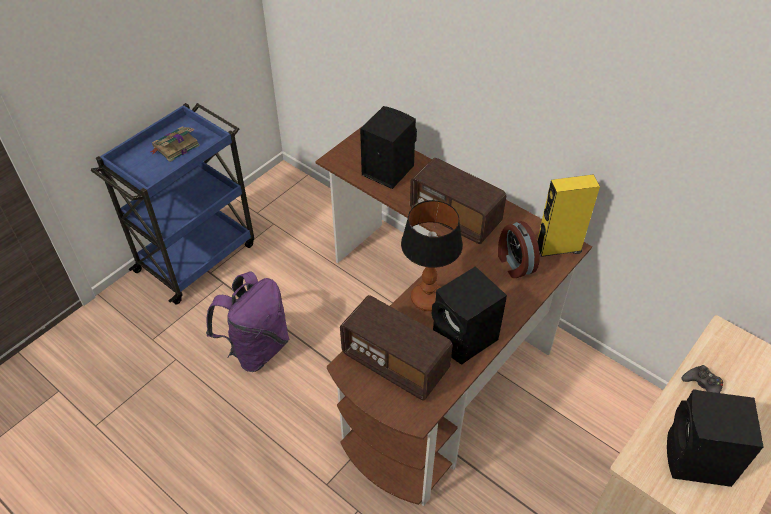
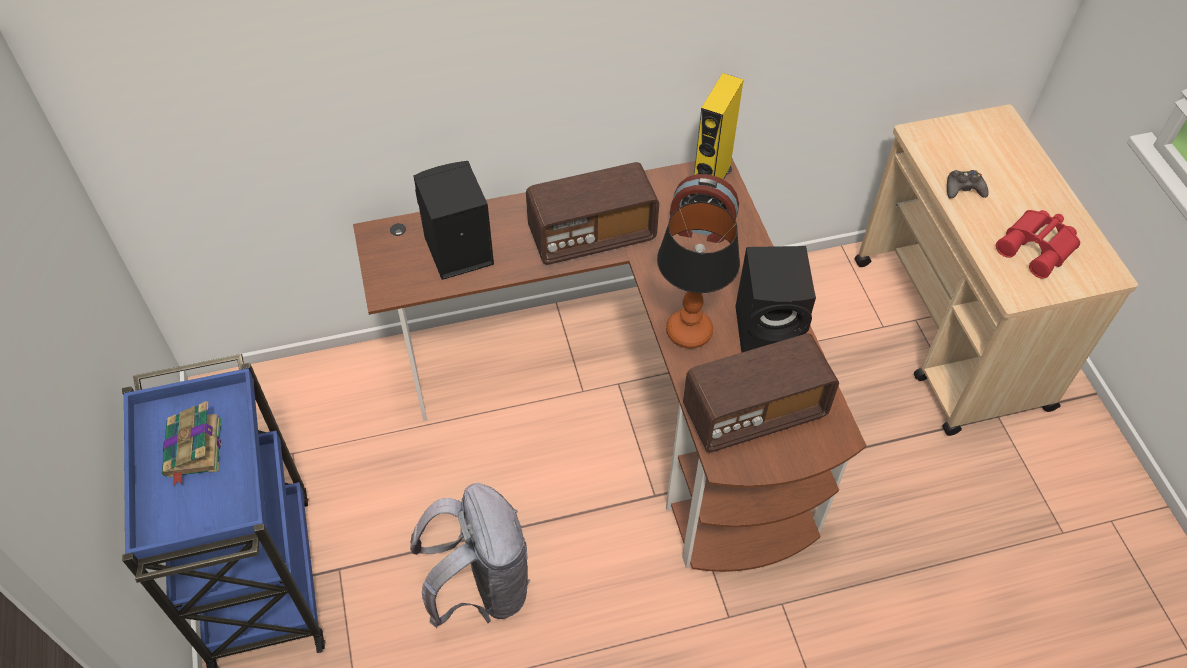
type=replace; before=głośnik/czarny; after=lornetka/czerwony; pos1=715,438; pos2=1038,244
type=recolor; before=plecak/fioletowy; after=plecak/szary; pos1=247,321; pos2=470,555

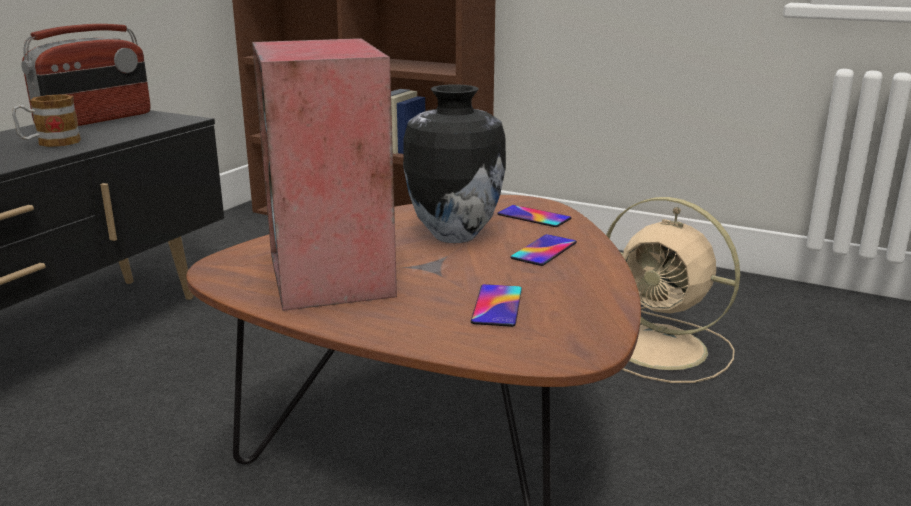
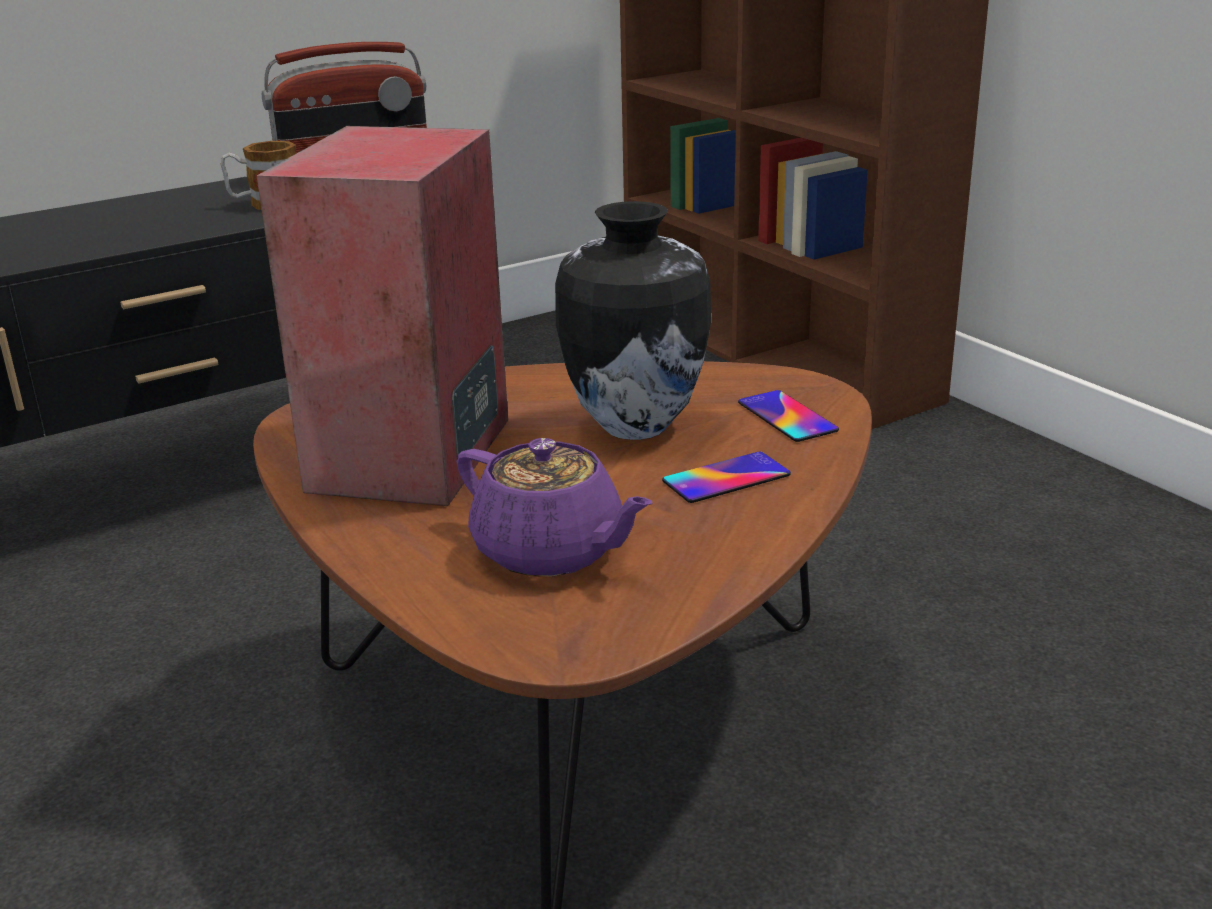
type=delete; before=wentylator/beżowy; pos1=673,290
type=replace; before=telefon; after=imbryk/fioletowy; pos1=496,305; pos2=554,507

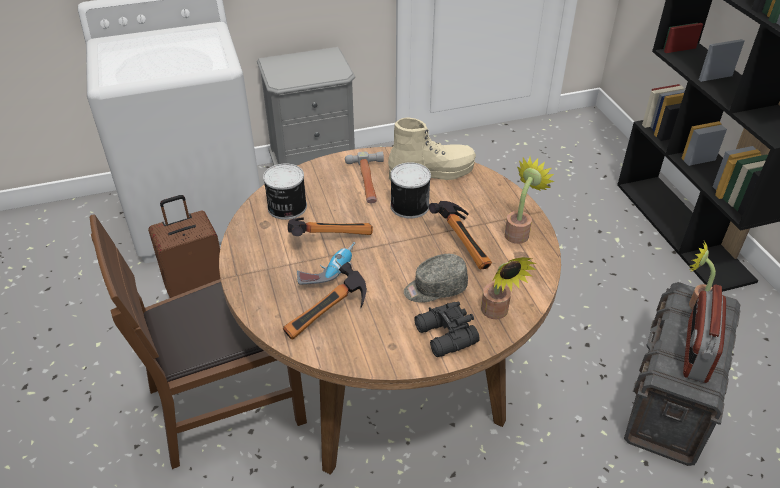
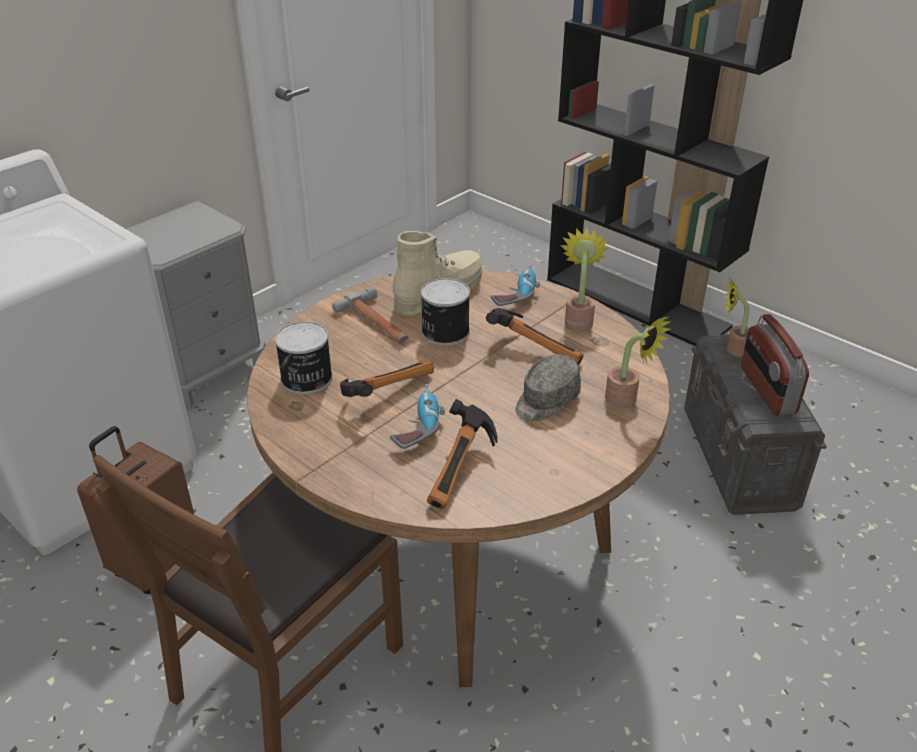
type=delete; before=lornetka/czarny; pos1=447,329
type=insert; after=wiertarka; pos2=515,285

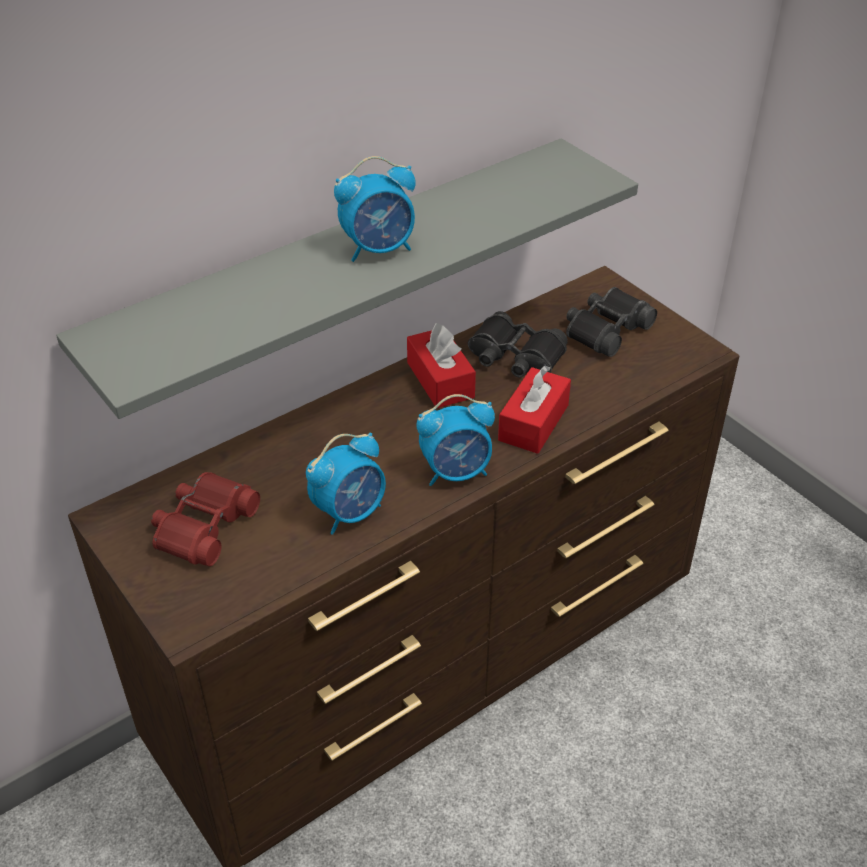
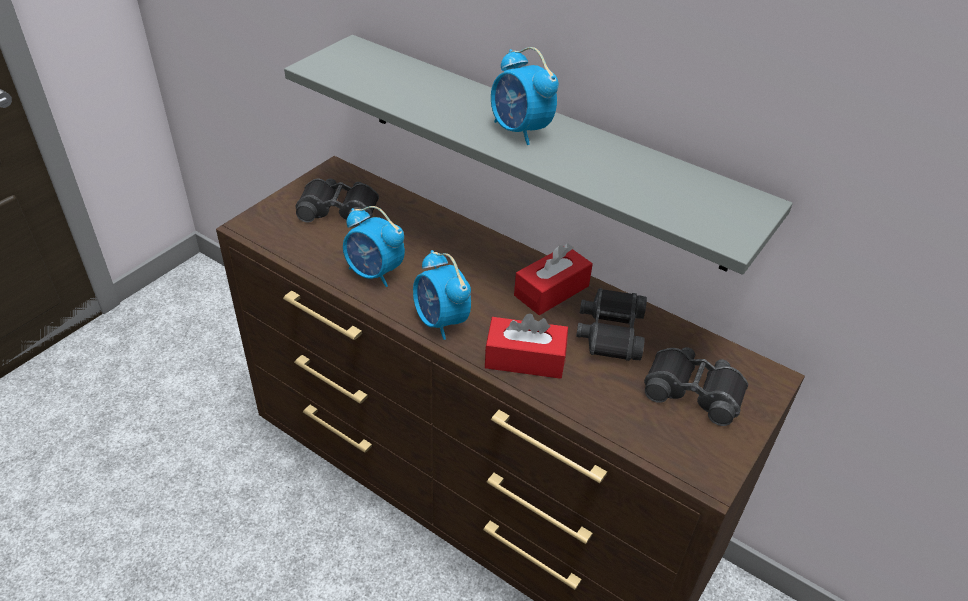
type=recolor; before=lornetka/czerwony; after=lornetka/czarny; pos1=205,519; pos2=337,203

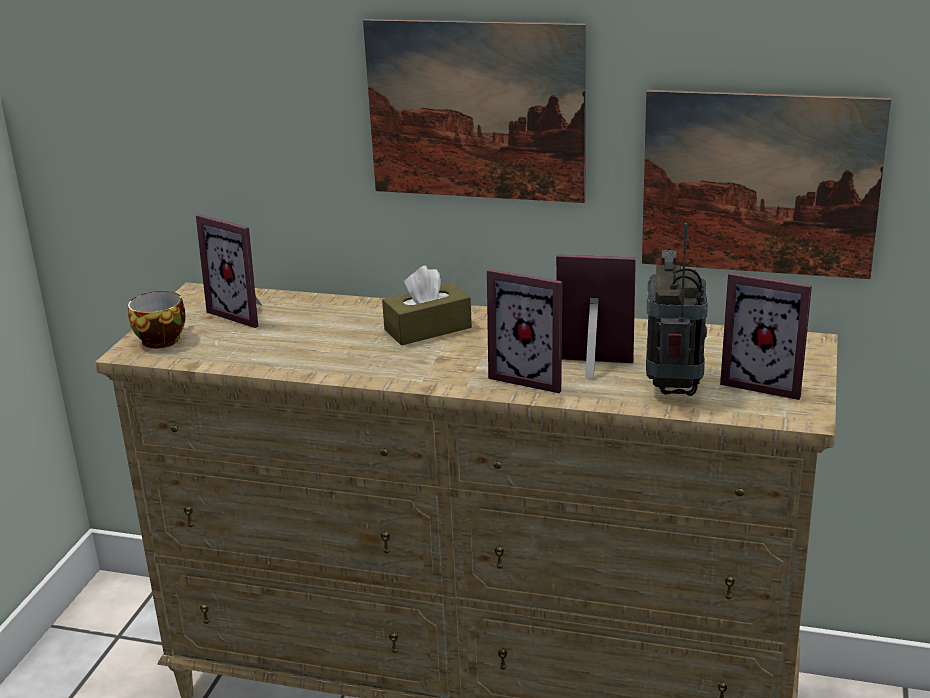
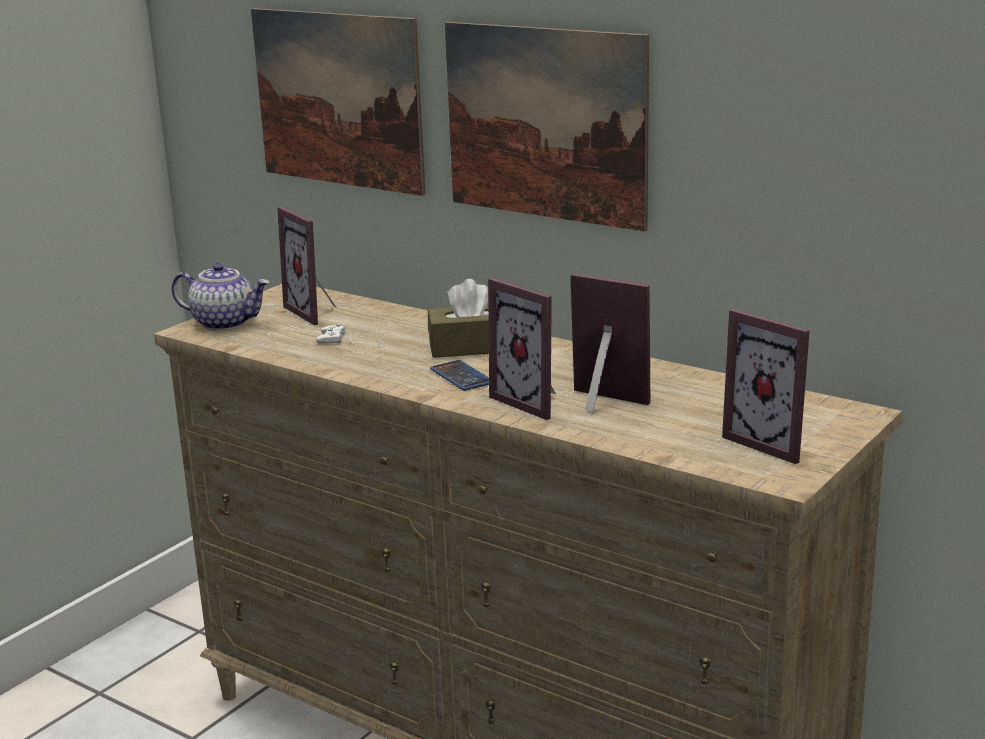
type=delete; before=radio; pos1=677,309
type=insert; after=pad do gier/biały; pos2=353,334
type=insert; after=telefon; pos2=459,375
type=move; before=obraz; pos1=766,184; pos2=338,102
type=replace; before=filiżanka; after=imbryk; pos1=157,319; pos2=221,297

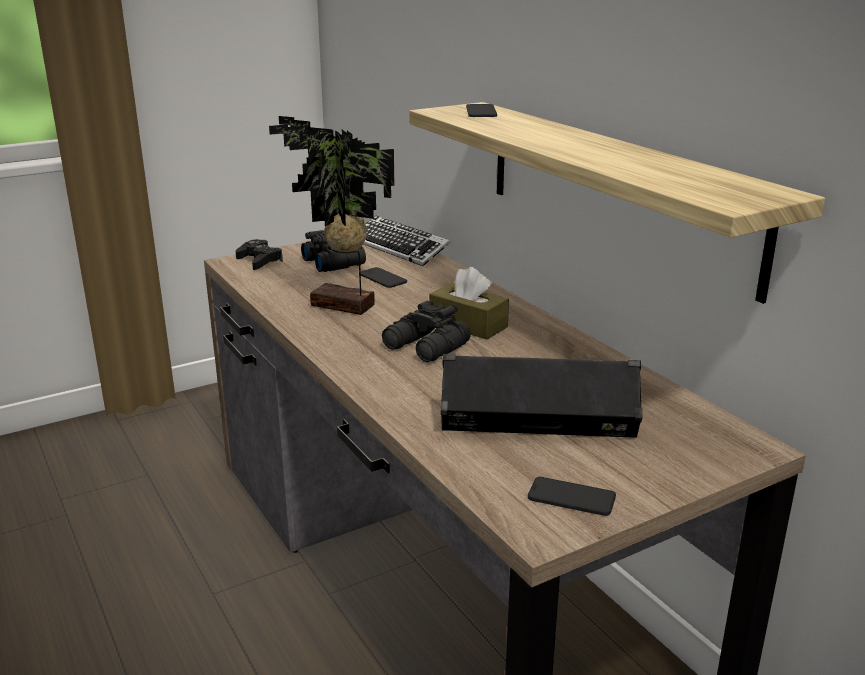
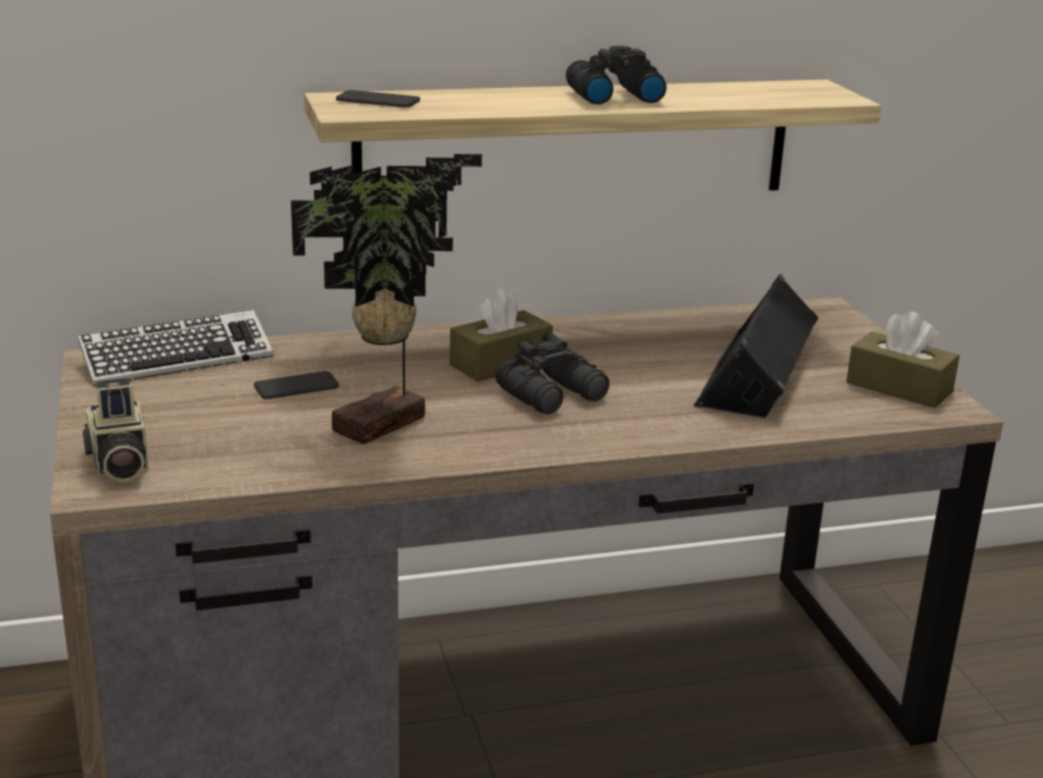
type=move; before=lornetka/czarny; pos1=333,251; pos2=616,75
type=replace; before=pad do gier/czarny; after=aparat fotograficzny; pos1=259,254; pos2=115,430
type=replace; before=telefon; after=pudełko chusteczek/brązowy; pos1=572,496; pos2=903,360

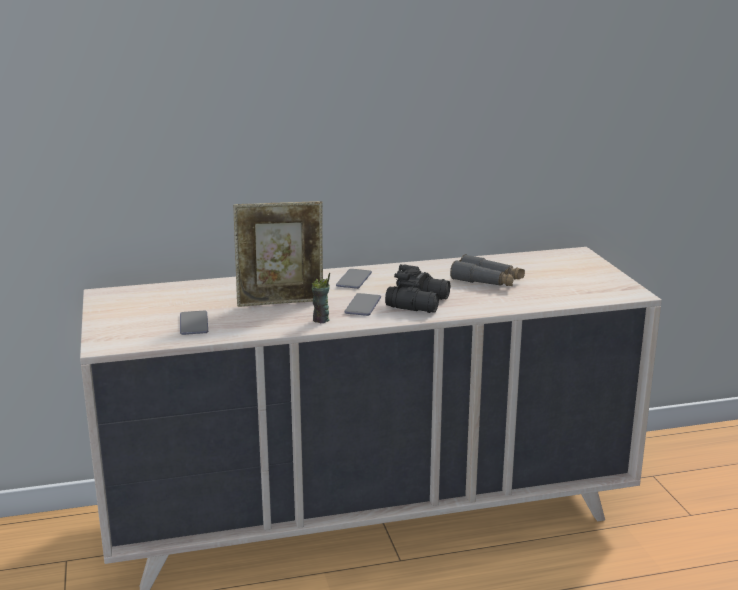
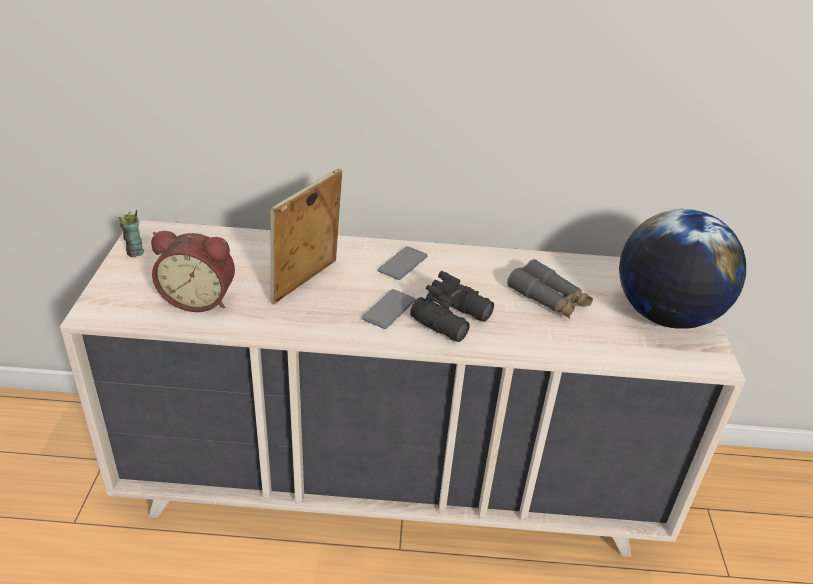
type=insert; after=globus; pos2=682,268
type=move; before=filiżanka; pos1=321,298; pos2=131,233
type=replace; before=telefon; after=budzik; pos1=194,323; pos2=193,271
type=rotate; before=ramka na zdjęcie; pos1=278,254; pos2=306,236; turn=120

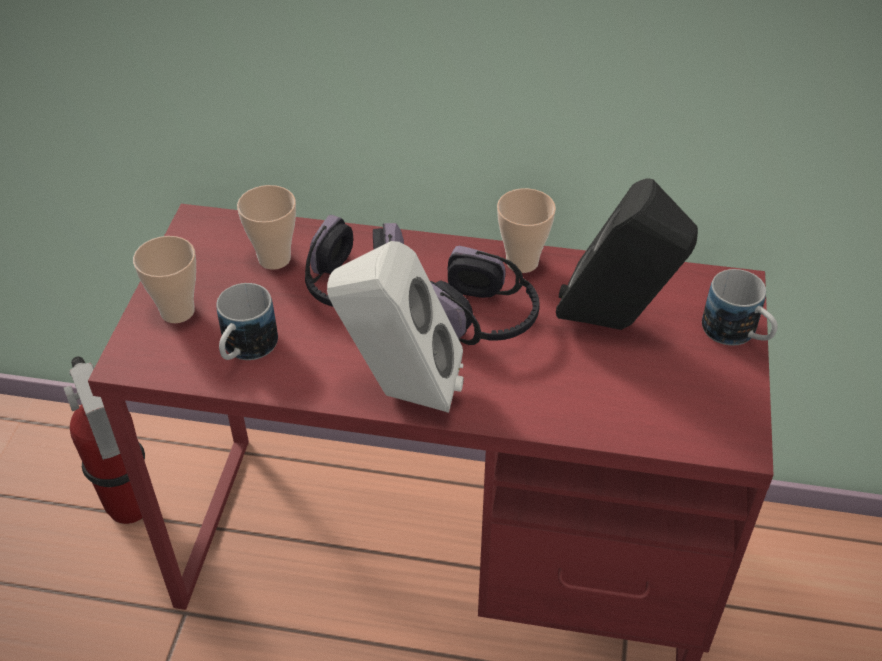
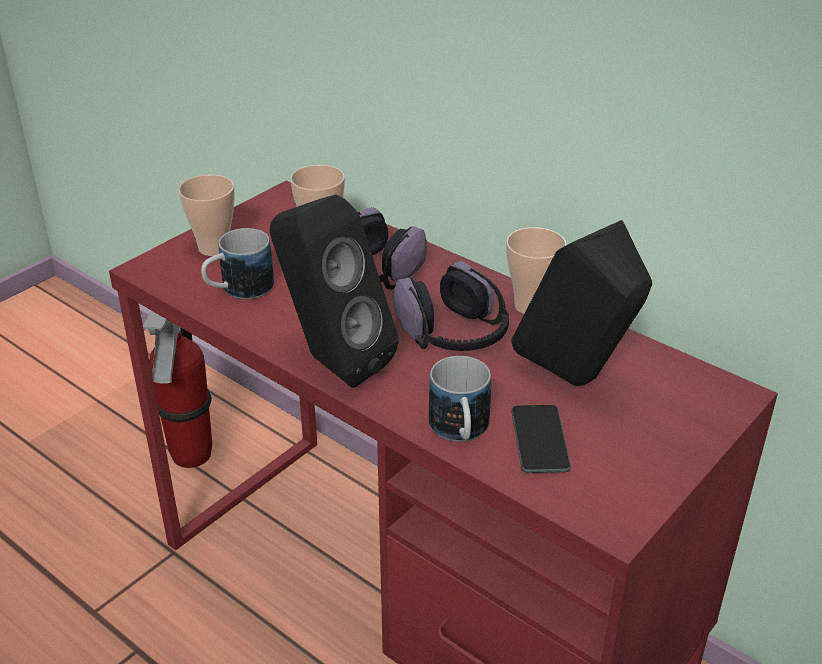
type=insert; after=telefon; pos2=541,439
type=move; before=kubek; pos1=740,307; pos2=460,399
type=recolor; before=głośnik/biały; after=głośnik/czarny; pos1=395,327; pos2=334,291

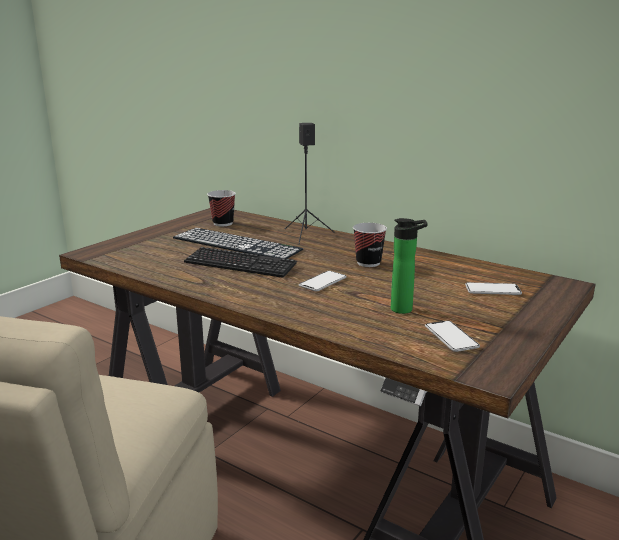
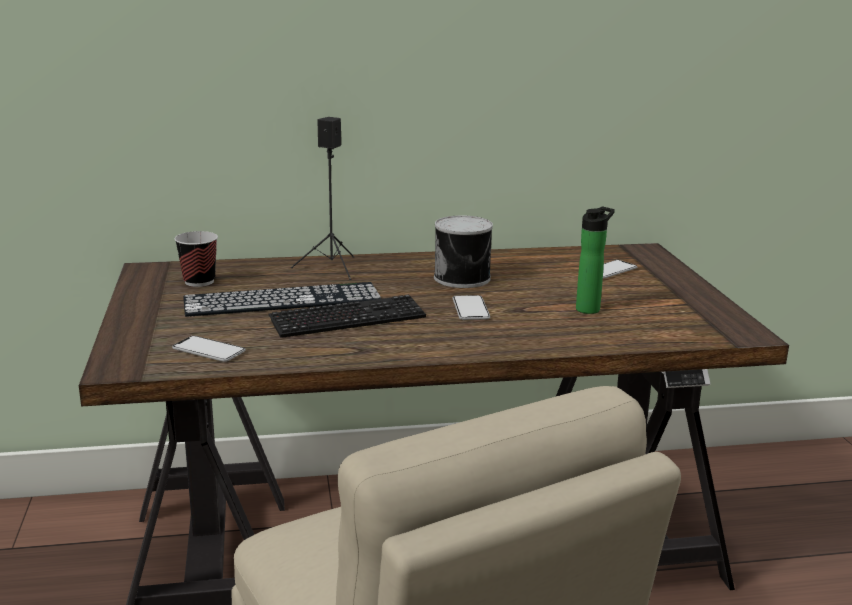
type=move; before=telefon; pos1=452,336; pos2=209,349
type=replace; before=filiżanka; after=puszka; pos1=370,245; pos2=463,252

